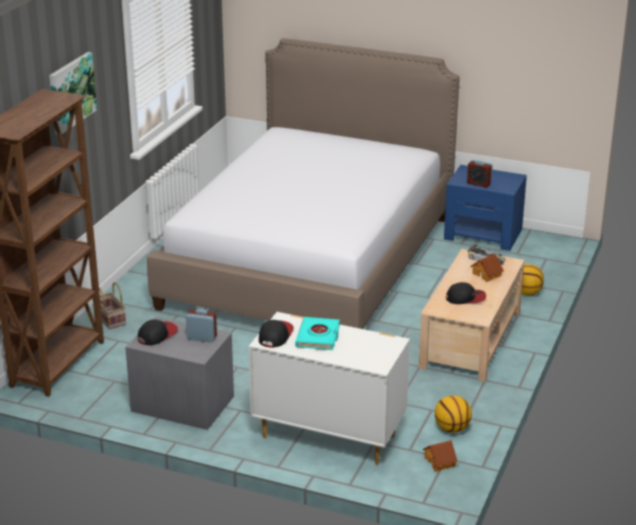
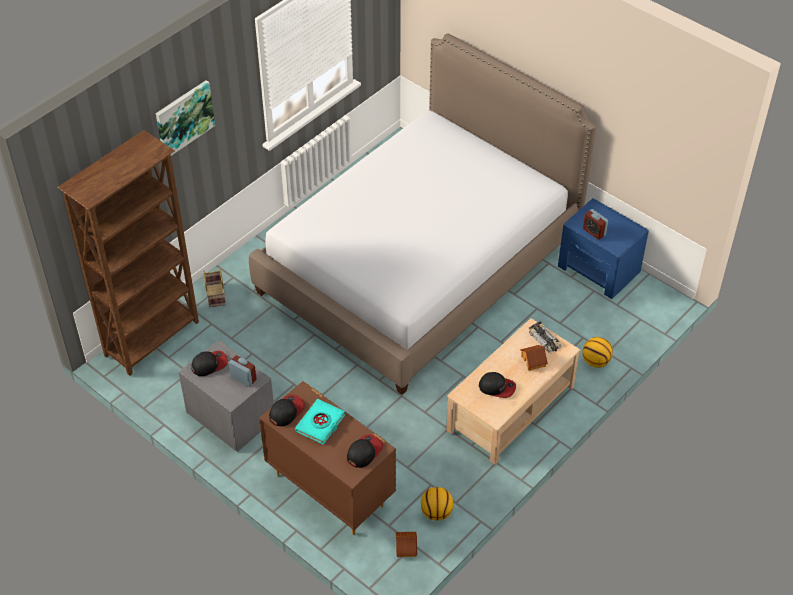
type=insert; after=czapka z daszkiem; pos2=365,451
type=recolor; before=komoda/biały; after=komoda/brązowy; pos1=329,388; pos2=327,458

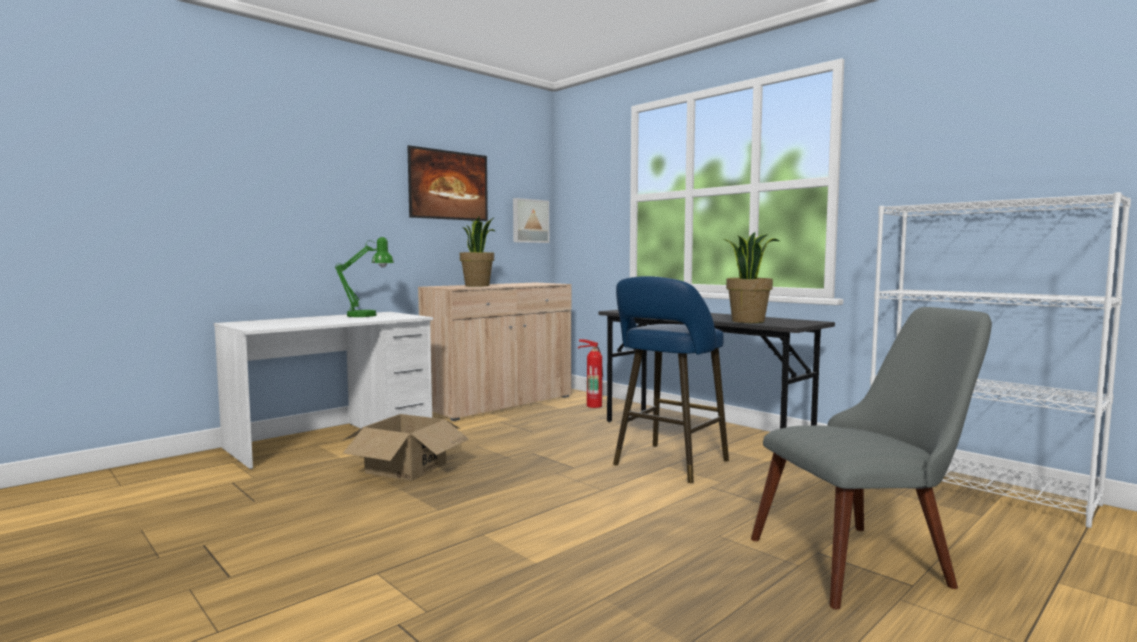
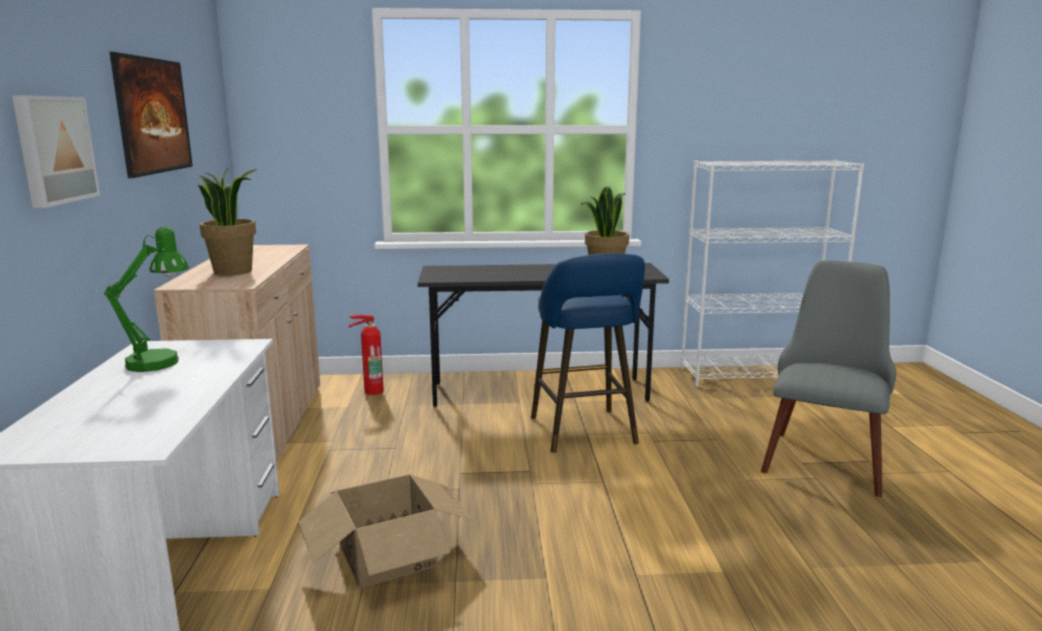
type=move; before=obraz; pos1=531,220; pos2=56,151

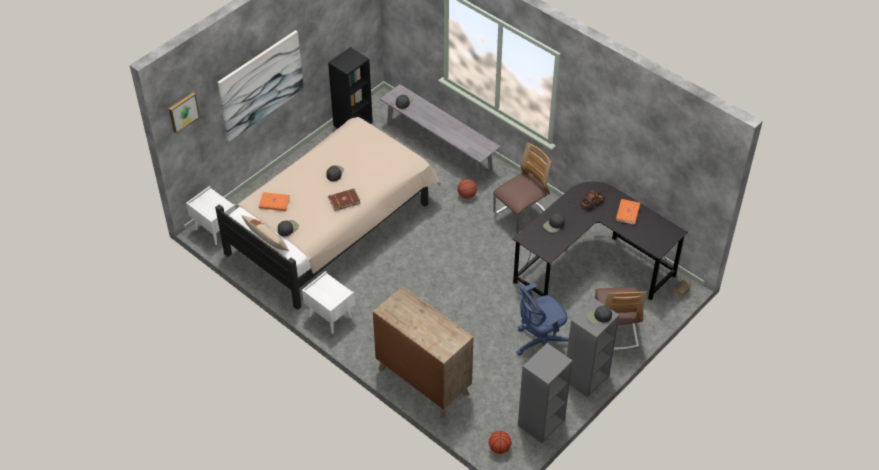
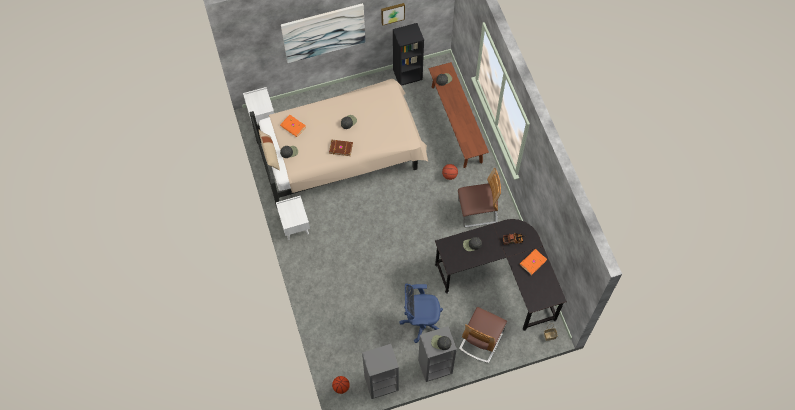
type=delete; before=komoda/brązowy; pos1=423,352
type=move; before=obraz; pos1=184,113; pos2=393,14
type=recolor; before=ławka/szary; after=ławka/brązowy; pos1=440,133; pos2=459,115

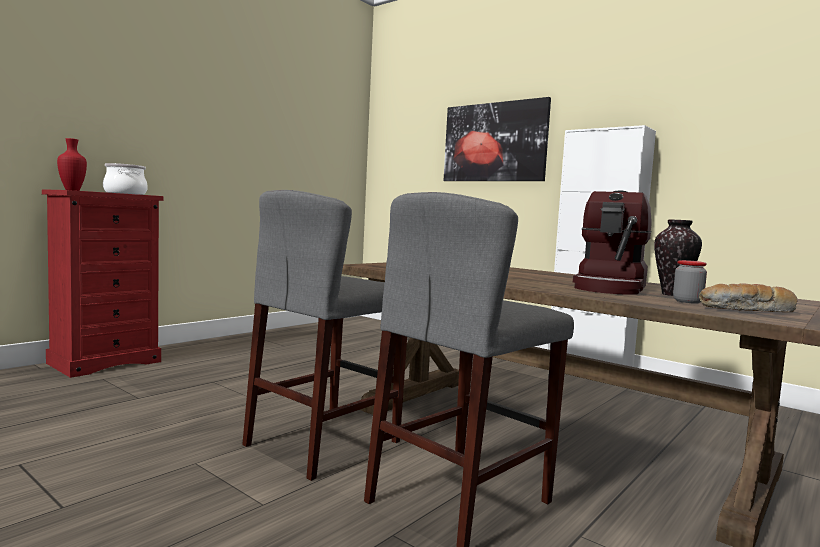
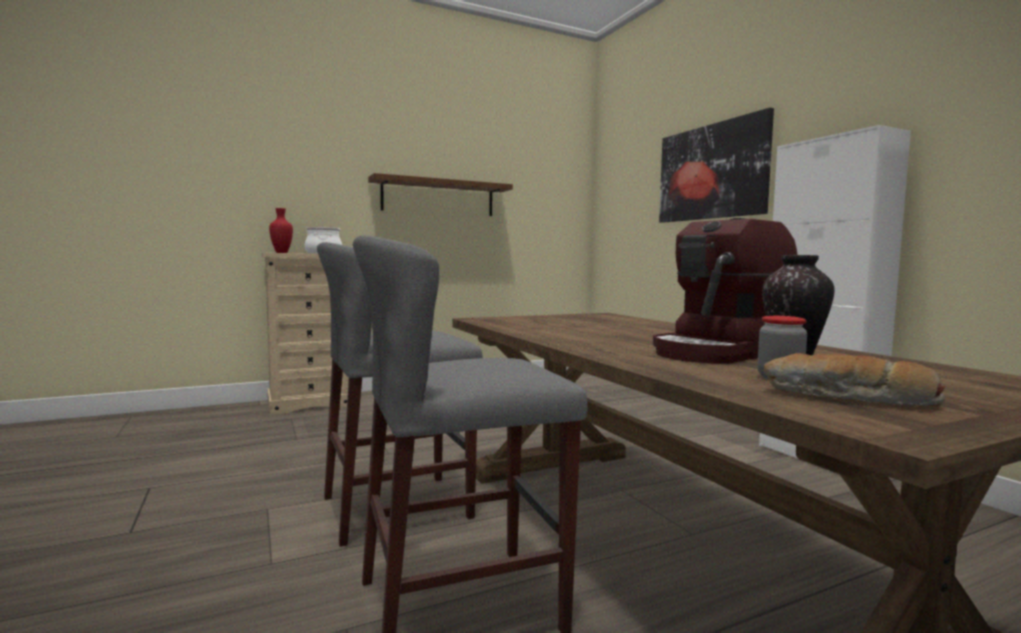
type=insert; after=półka/brązowy; pos2=440,194
type=recolor; before=komoda/czerwony; after=komoda/beżowy; pos1=102,283; pos2=305,334

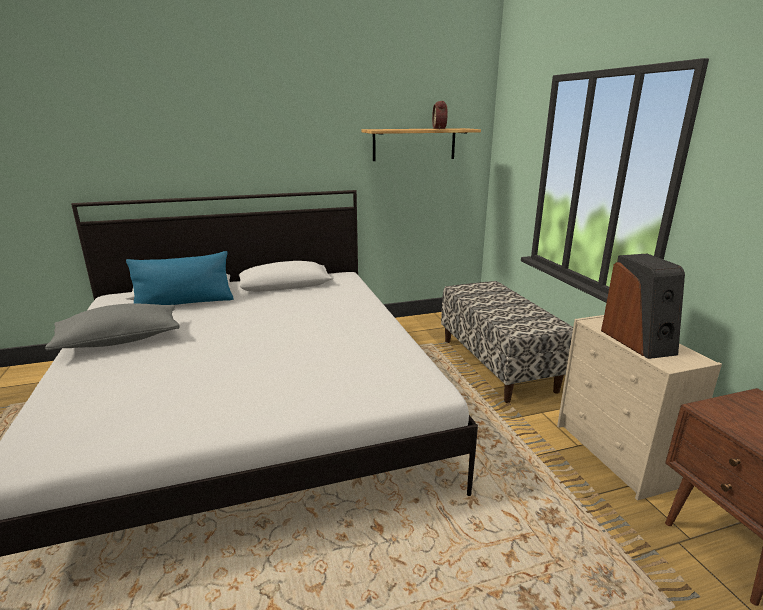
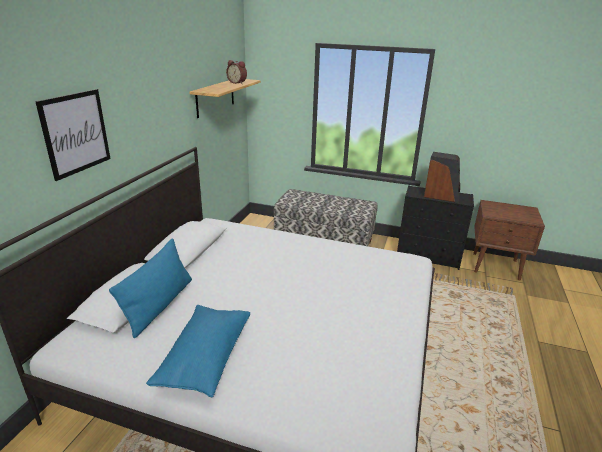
type=insert; after=obraz; pos2=72,135
type=recolor; before=poduszka/szary; after=poduszka/niebieski; pos1=112,327; pos2=198,351
type=recolor; before=komoda/beżowy; after=komoda/czarny; pos1=639,408; pos2=435,227

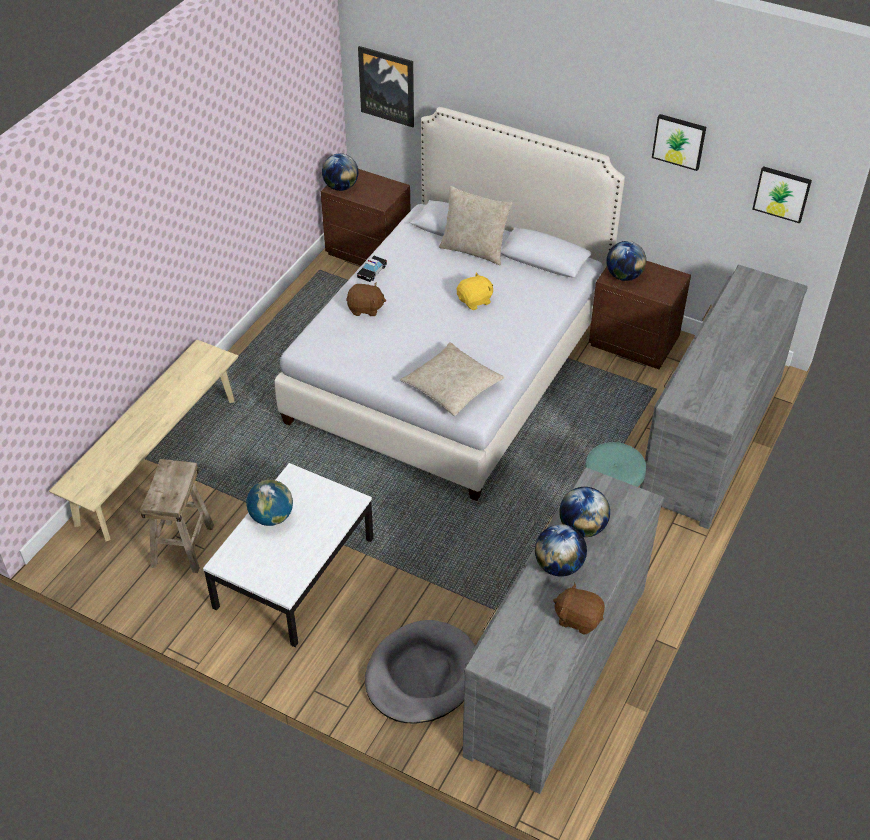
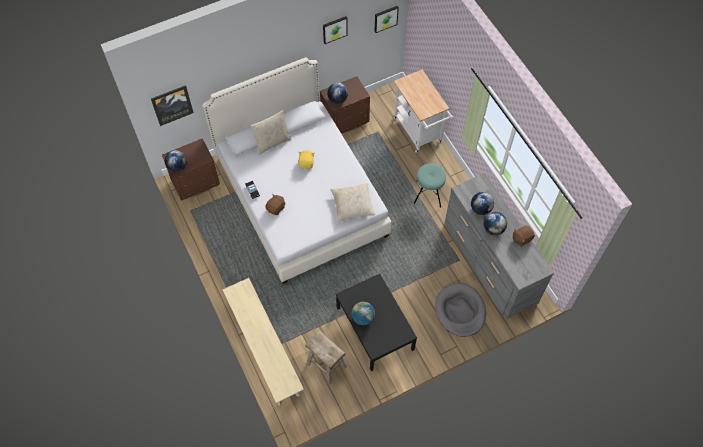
type=replace; before=komoda/szary; after=wózek/biały; pos1=724,397; pos2=423,111
type=recolor; before=ława/biały; after=ława/czarny; pos1=288,555; pos2=376,322

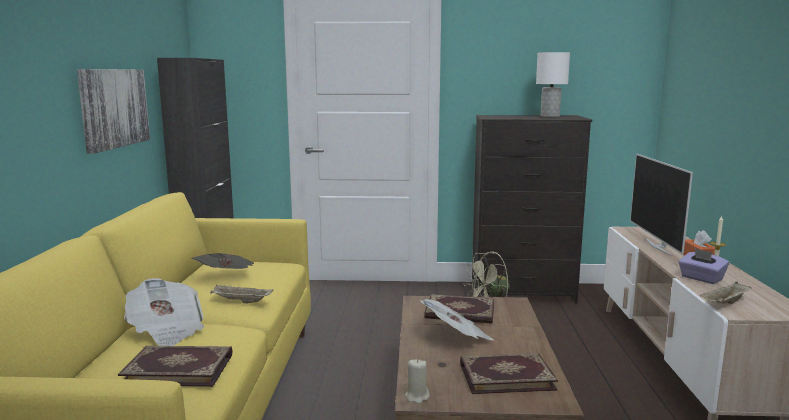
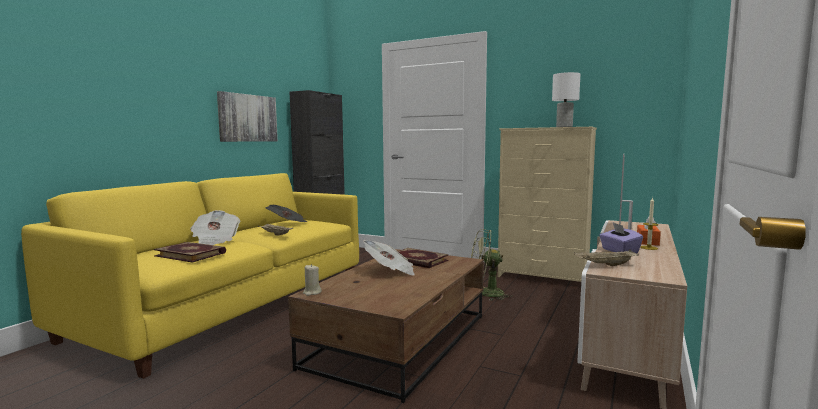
type=delete; before=książka; pos1=509,373
type=recolor; before=komoda/czarny; after=komoda/beżowy; pos1=532,209; pos2=547,204

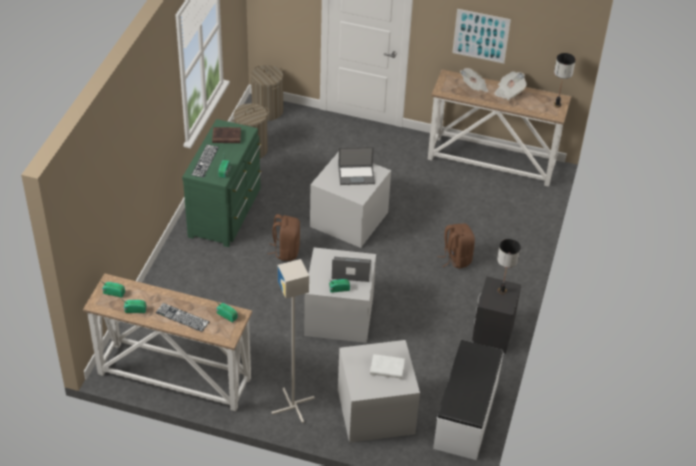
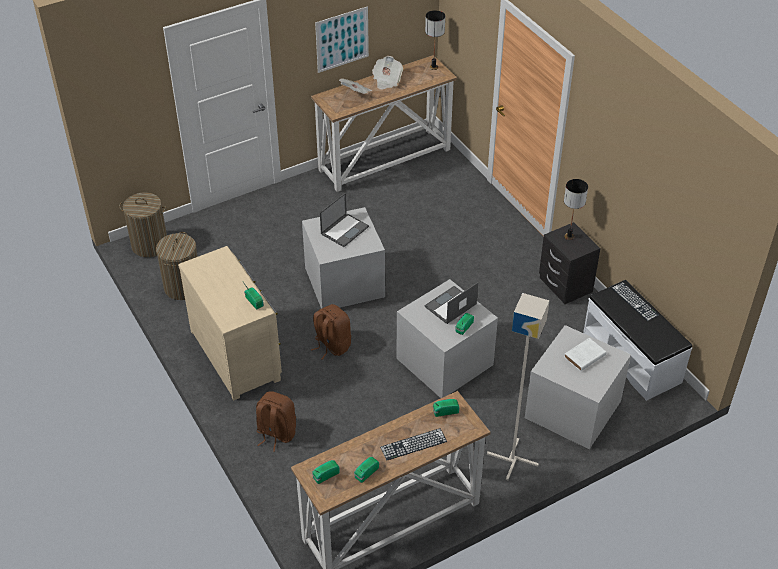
type=delete; before=książka/brązowy; pos1=226,135
type=move; before=klawiatura; pos1=205,161; pos2=635,301
type=move; before=plecak/brązowy; pos1=456,246; pos2=276,421
type=recolor; before=komoda/zielony; after=komoda/beżowy; pos1=222,183; pos2=230,323

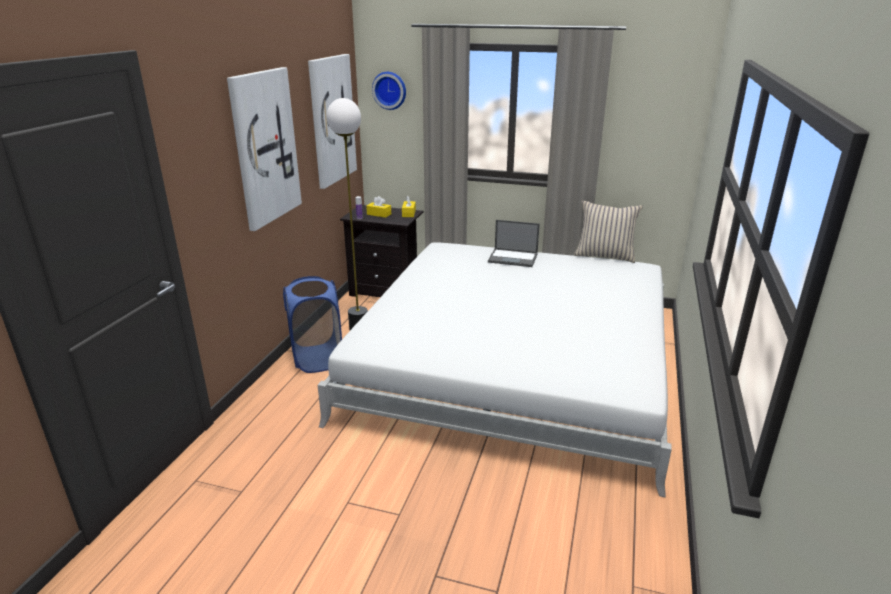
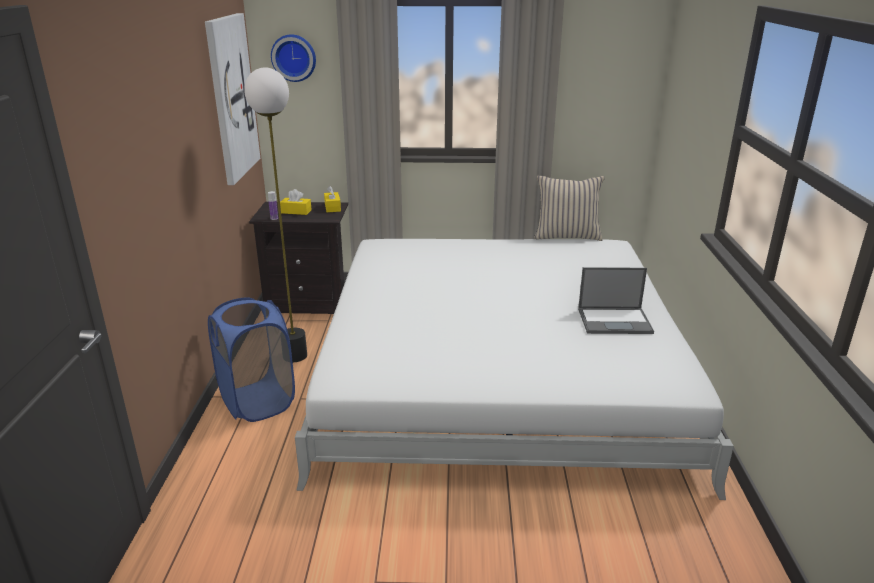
type=delete; before=obraz; pos1=264,149
type=move; before=laptop; pos1=514,243; pos2=616,300

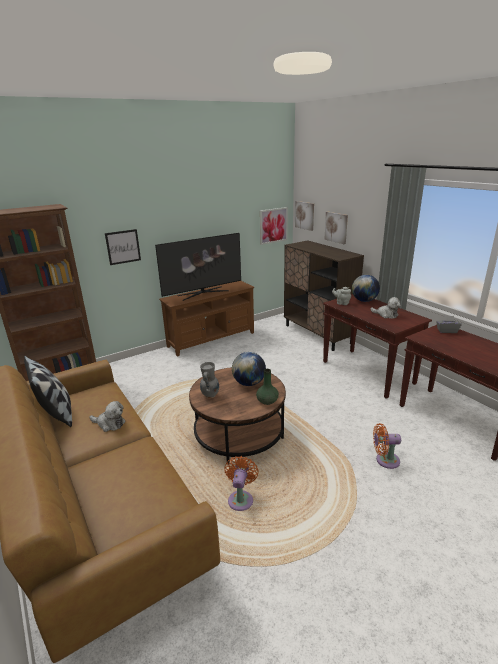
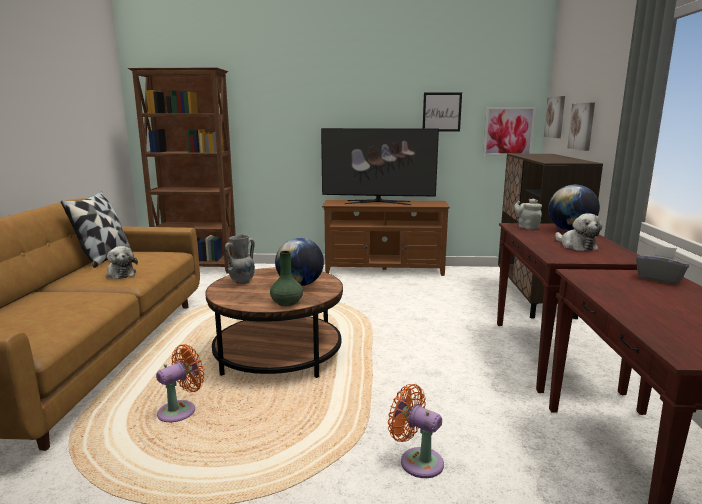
type=move; before=obraz; pos1=123,247; pos2=442,112

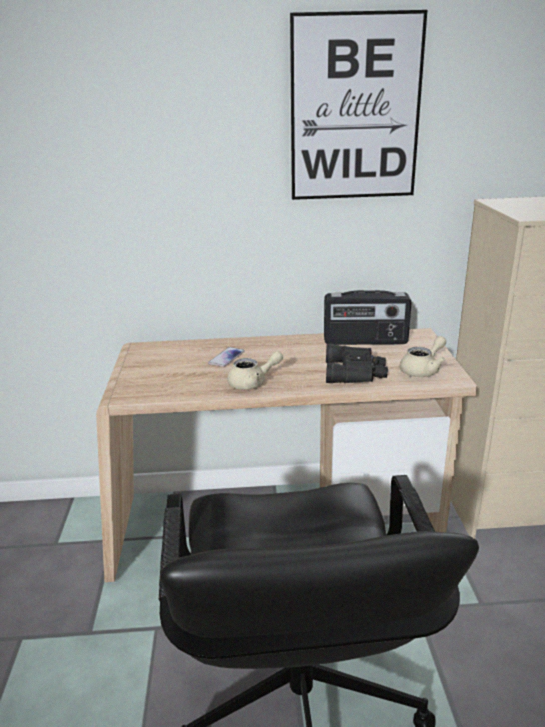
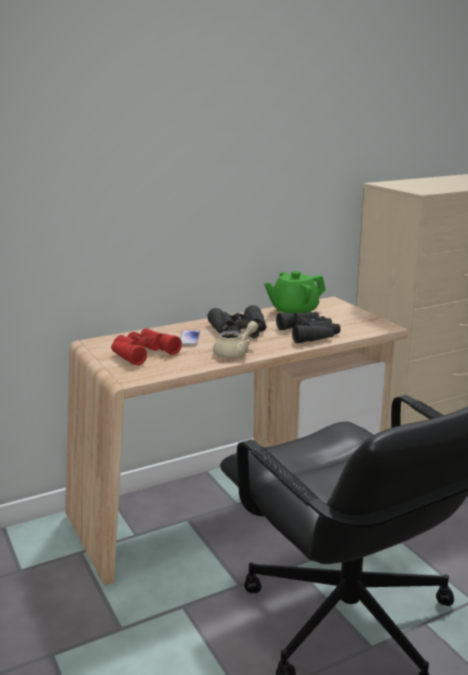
type=delete; before=obraz; pos1=358,105
type=delete; before=imbryk/beżowy; pos1=423,356
type=insert; after=lornetka/czerwony; pos2=146,346
type=insert; after=lornetka/czarny; pos2=237,321
type=replace; before=radio; after=imbryk/zielony; pos1=368,317; pos2=295,292

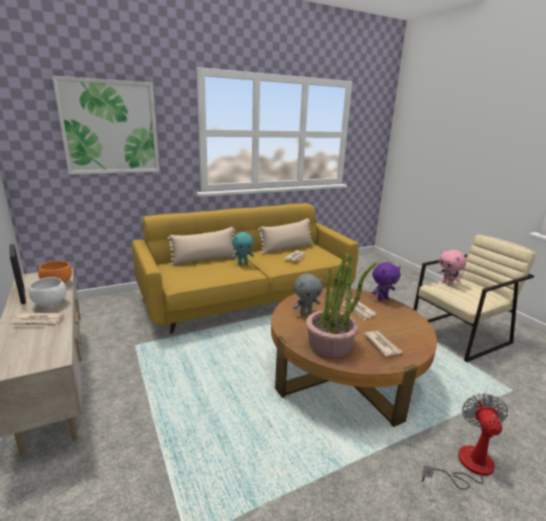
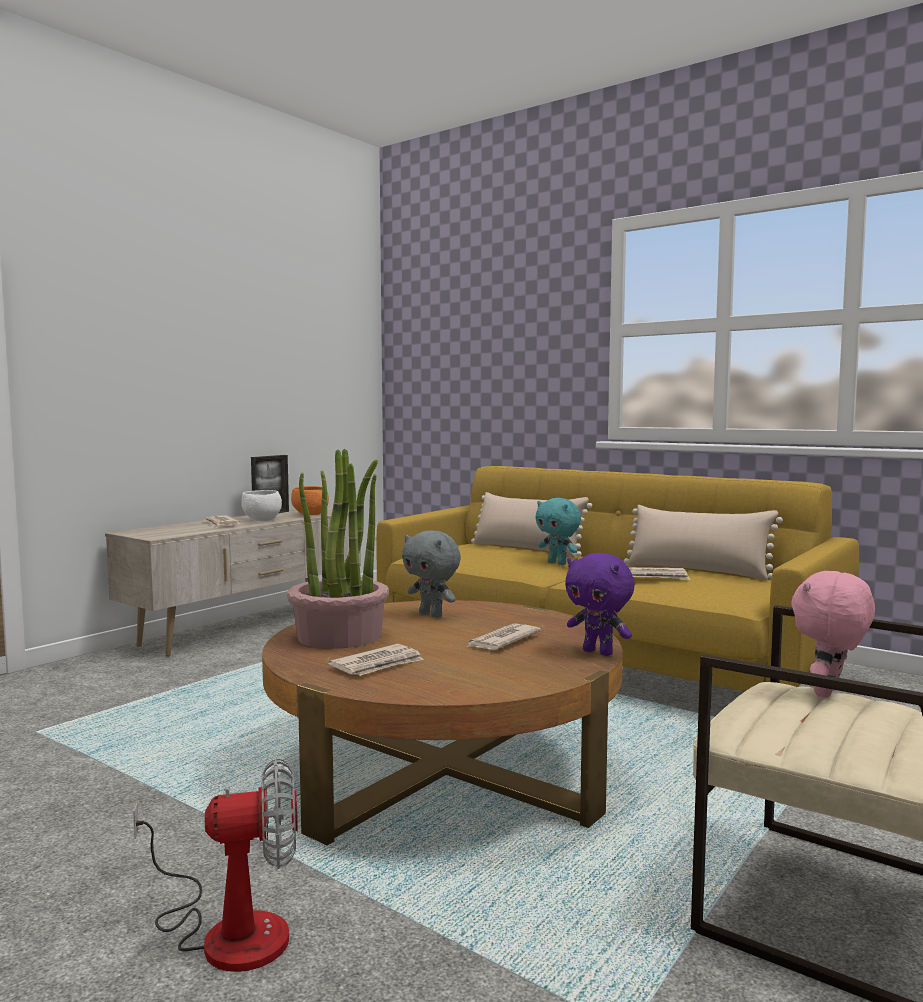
type=delete; before=obraz; pos1=106,125

